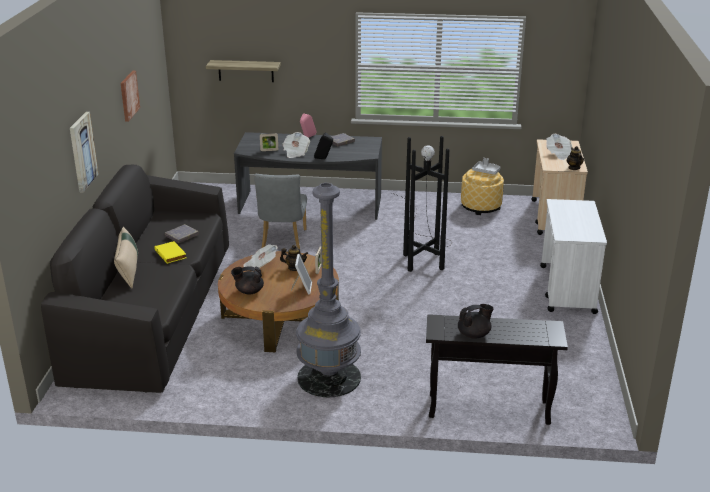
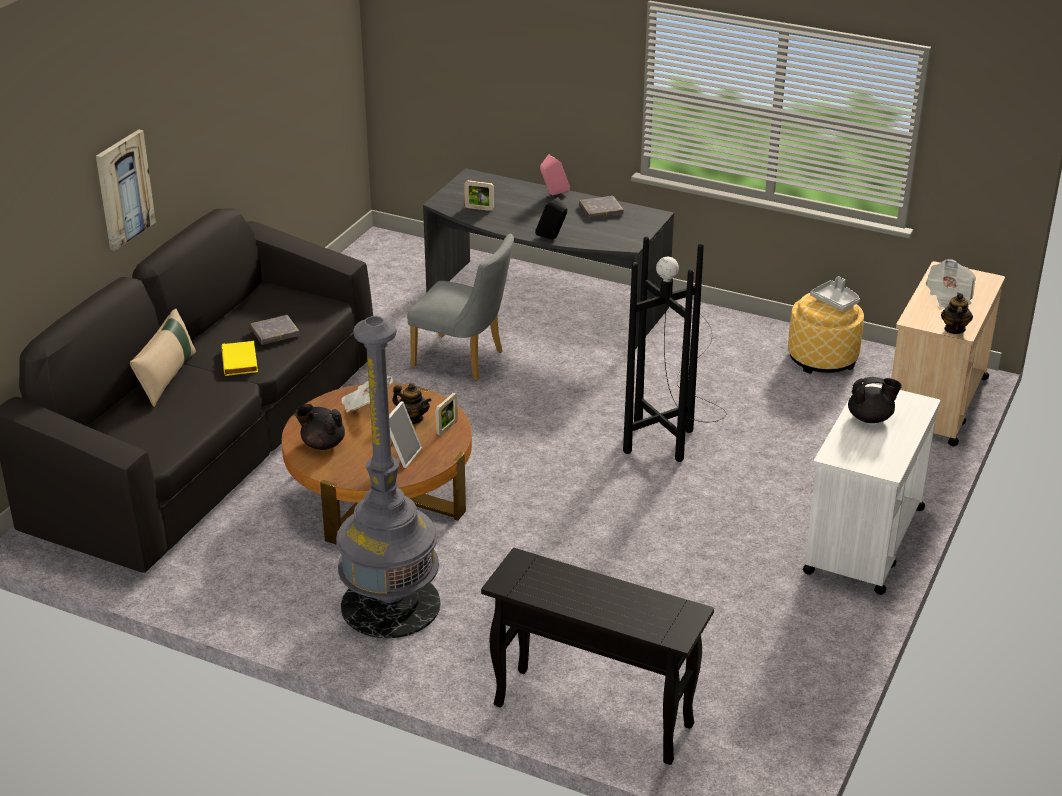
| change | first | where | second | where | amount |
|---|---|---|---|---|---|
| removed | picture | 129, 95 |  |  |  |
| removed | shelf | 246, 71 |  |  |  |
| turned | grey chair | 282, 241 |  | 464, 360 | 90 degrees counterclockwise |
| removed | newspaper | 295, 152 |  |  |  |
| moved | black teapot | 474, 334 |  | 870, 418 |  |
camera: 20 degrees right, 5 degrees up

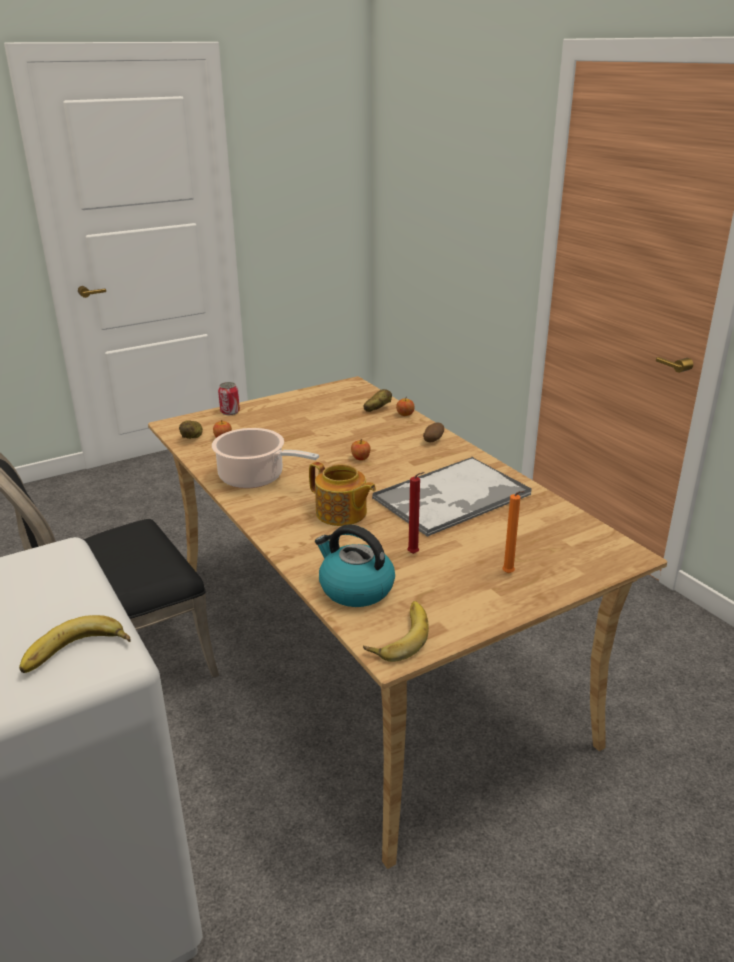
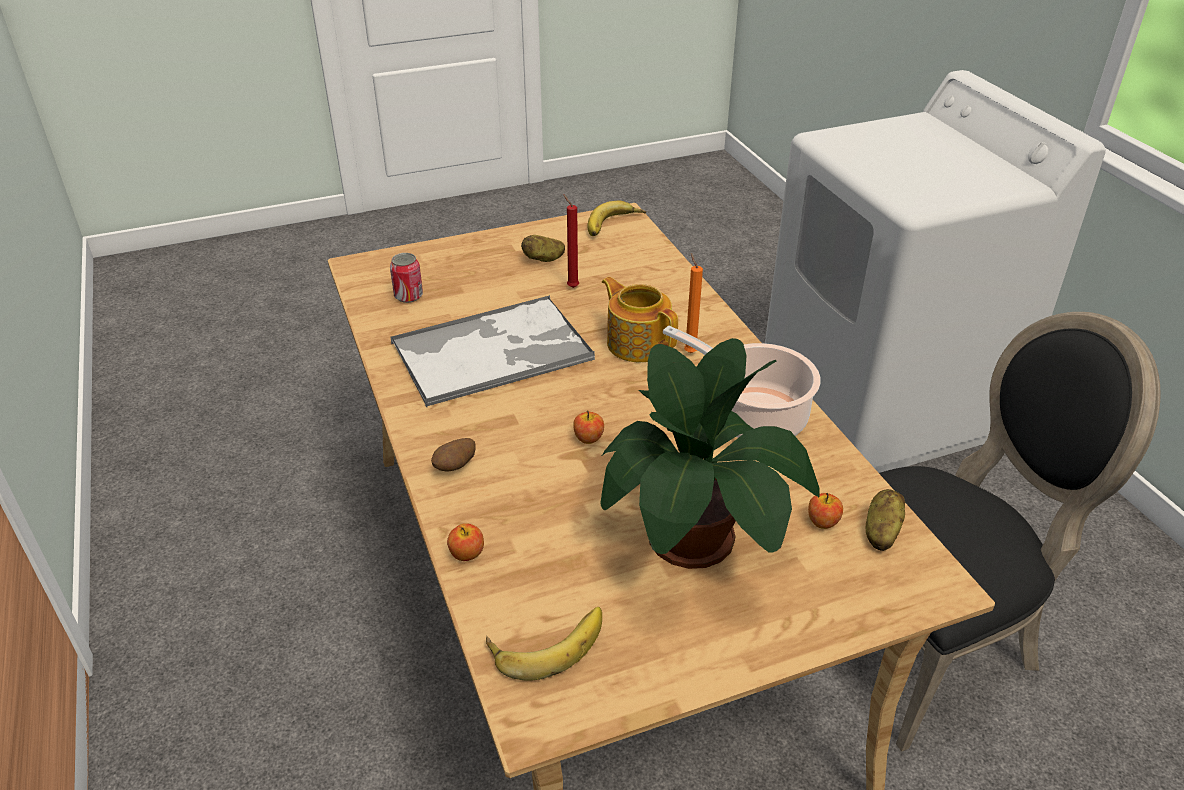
| change | first | where | second | where | amount |
|---|---|---|---|---|---|
| moved | banana | 77, 655 |  | 547, 642 |  |
| moved | can | 230, 412 |  | 408, 296 |  |
| removed | kettle | 355, 589 |  |  |  |
| moved | potato | 377, 409 |  | 543, 259 |  |
| moved | orange candle | 509, 574 |  | 689, 351 |  |
| added |  |  | potted plant | 694, 542 |  |
camera: 170 degrees left, 10 degrees up

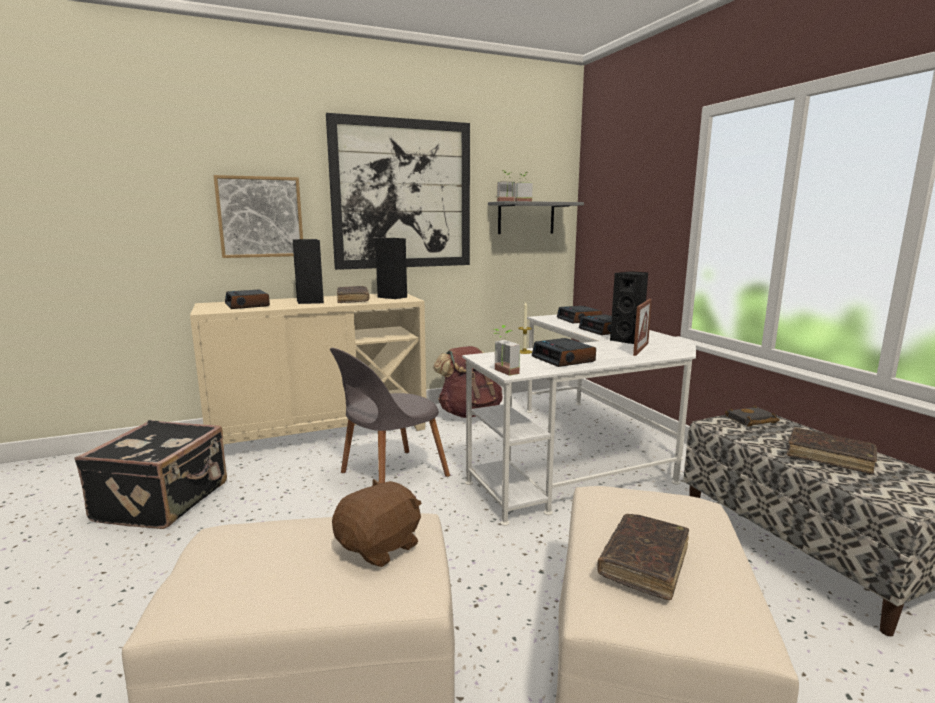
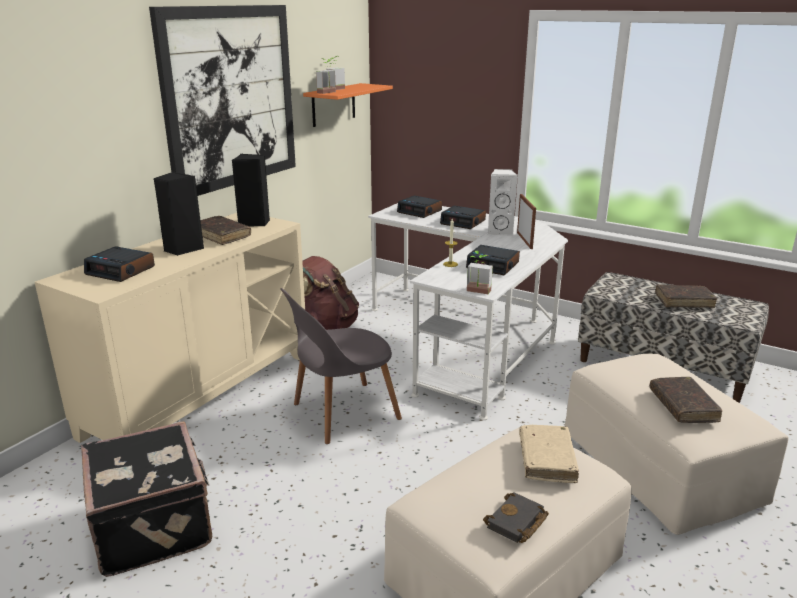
| change | first | where | second | where | amount |
|---|---|---|---|---|---|
| removed | picture | 260, 217 |  |  |  |
| turned | grey chair | 390, 476 |  | 341, 413 | 45 degrees clockwise |
| replaced | brown plush toy | 380, 547 | beige book | 546, 460 |  |
| recoloured | grey shelf | 526, 218 | orange shelf | 333, 105 |  |
| recoloured | black speaker | 628, 340 | white speaker | 500, 231 |  |
| moved | black book | 751, 421 |  | 516, 523 |  |
camera: 35 degrees left, 10 degrees up

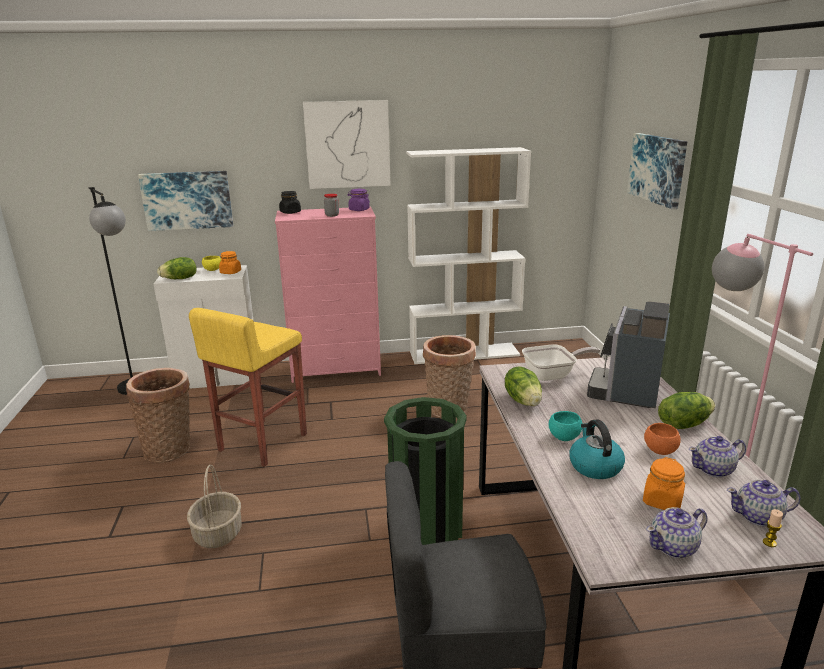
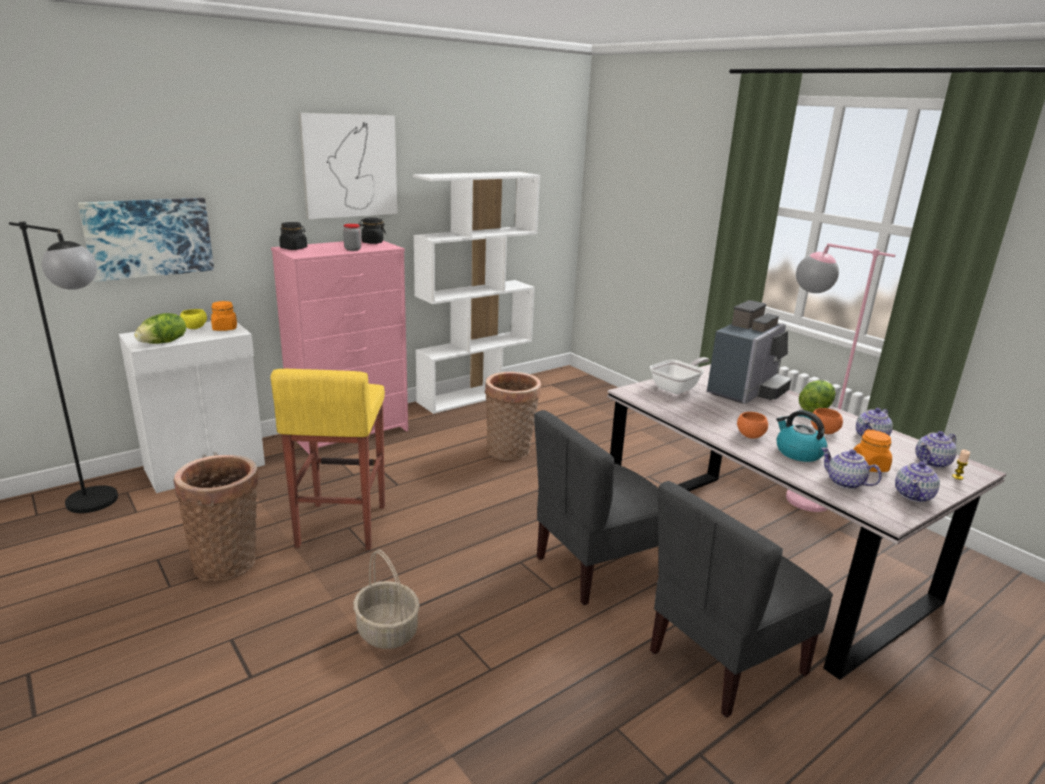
| change | first | where | second | where | amount |
|---|---|---|---|---|---|
| recoloured | purple jar | 359, 210 | black jar | 372, 242 |  |
| replaced | green trash can | 426, 534 | grey chair | 597, 568 |  |
| removed | lettuce | 523, 400 |  |  |  |
| recoloured | turquoise bowl | 564, 437 | orange bowl | 750, 435 |  |
| turned | coffee machine | 627, 390 |  | 746, 391 | 135 degrees counterclockwise |
| removed | picture | 658, 169 |  |  |  |
| added |  |  | teapot | 844, 483 |  |
camera: 30 degrees left, 0 degrees up

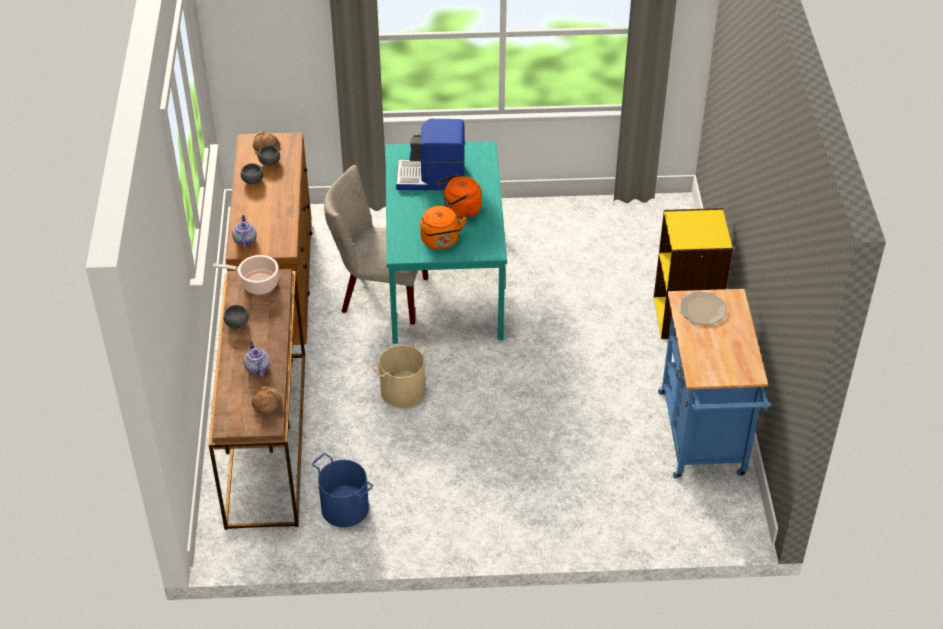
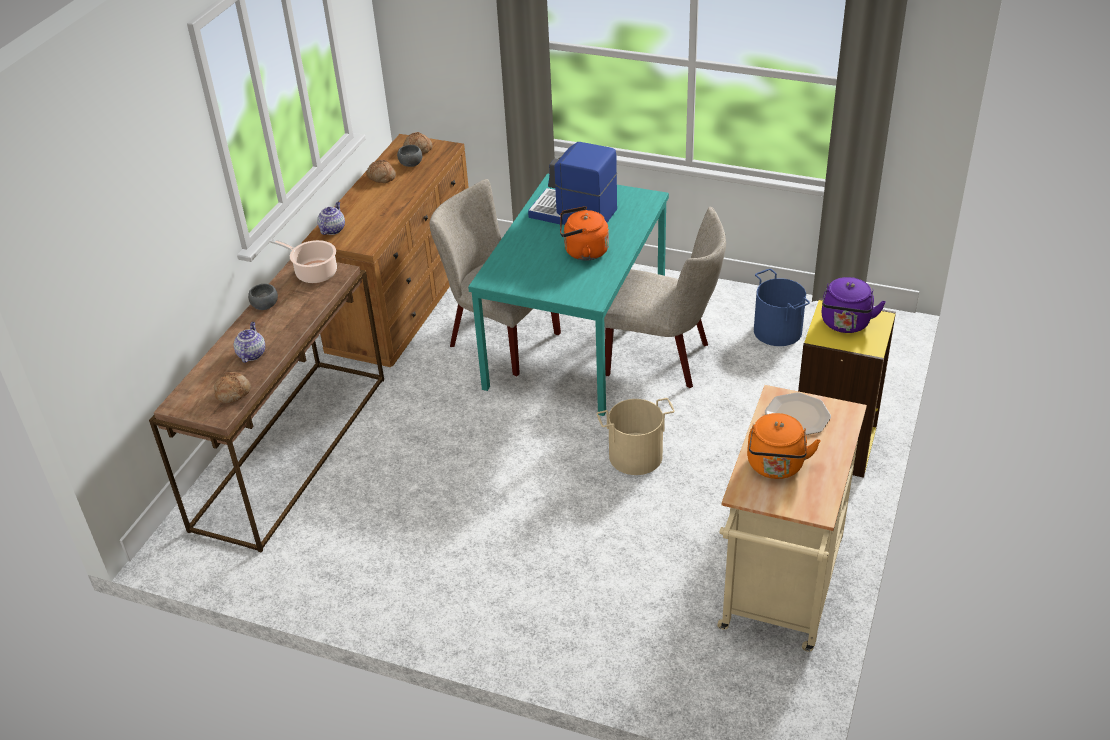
| change | first | where | second | where | amount |
|---|---|---|---|---|---|
| replaced | grey bowl | 252, 181 | bread | 381, 177 |  |
| moved | blue bucket | 344, 508 |  | 777, 331 |  |
| moved | beige bucket | 402, 390 |  | 635, 455 |  |
| moved | orange kettle | 441, 242 |  | 776, 467 |  |
| recoloured | blue cart | 703, 440 | beige cart | 780, 593 |  |
| added |  |  | beige chair | 664, 359 |  |
| added |  |  | purple kettle | 845, 324 |  |
camera: 25 degrees right, 5 degrees down

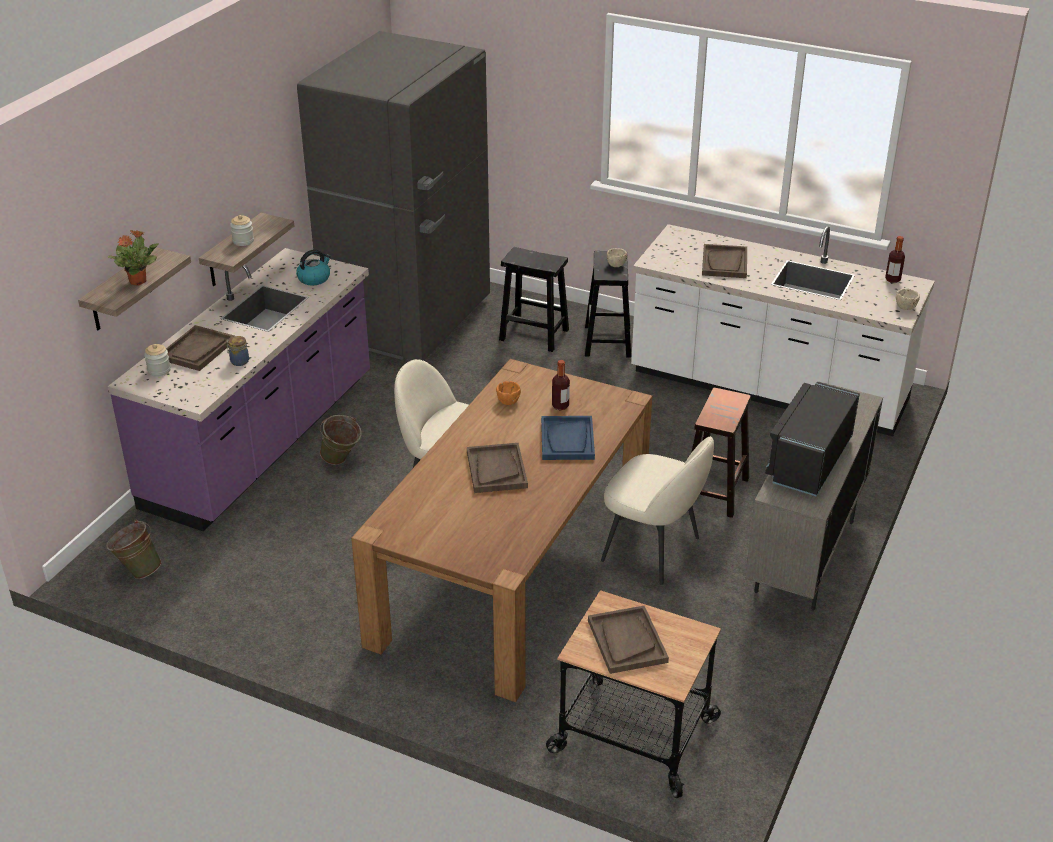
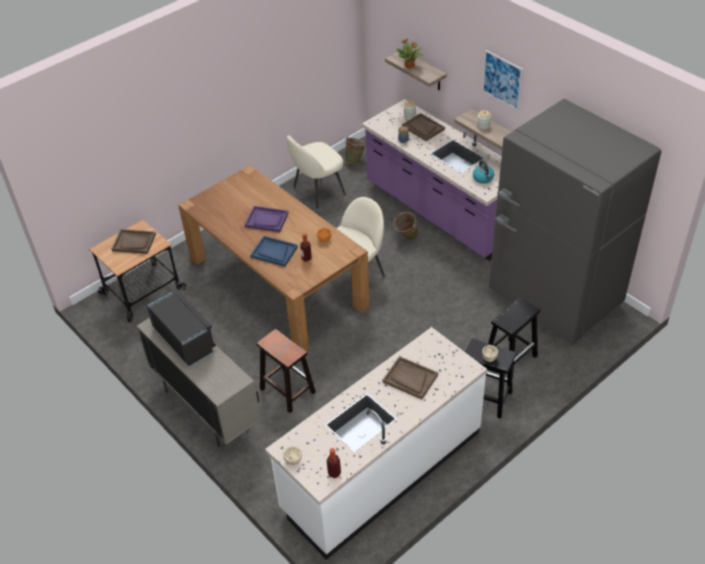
| change | first | where | second | where | amount |
|---|---|---|---|---|---|
| recoloured | brown tray | 496, 469 | purple tray | 267, 220 |  |
| moved | beige chair | 653, 550 |  | 317, 191 |  |
| added |  |  | picture | 502, 80 |  |
camera: 115 degrees right, 10 degrees up

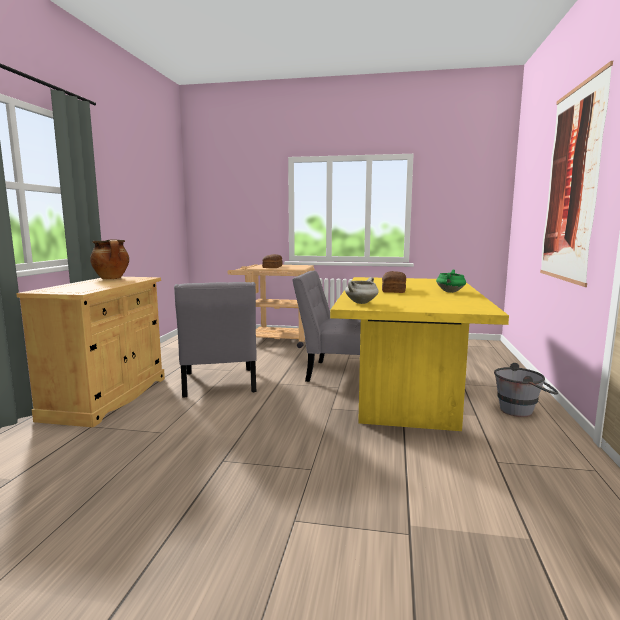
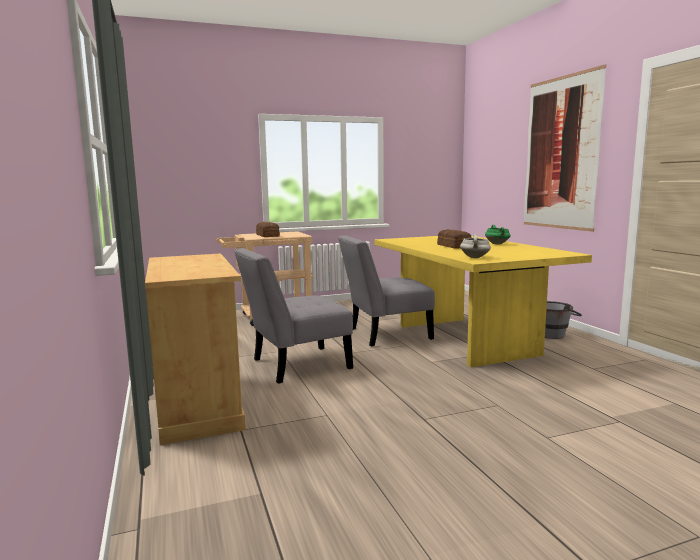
| change | first | where | second | where | amount |
|---|---|---|---|---|---|
| removed | cooking pot | 112, 278 |  |  |  |
| turned | grey chair | 219, 384 |  | 295, 365 | 105 degrees clockwise |
camera: 30 degrees left, 0 degrees up

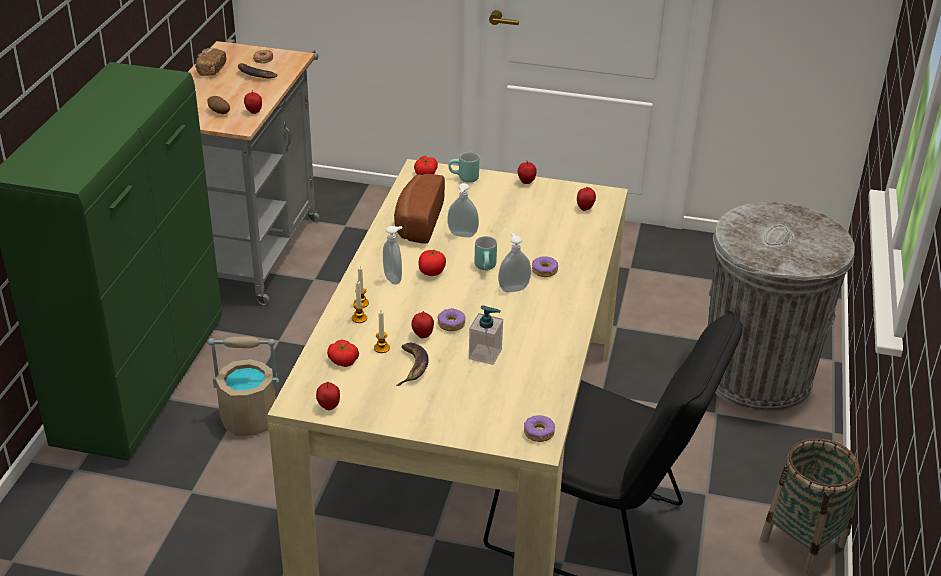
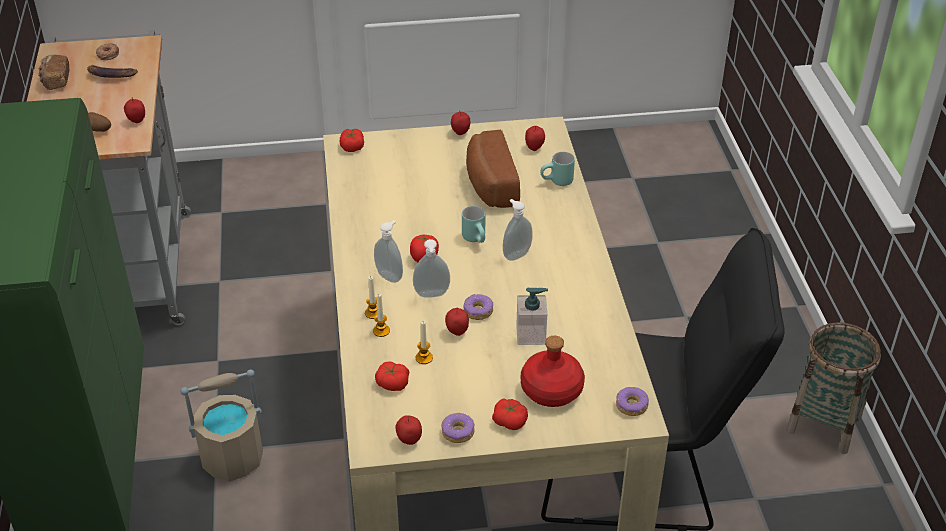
| change | first | where | second | where | amount |
|---|---|---|---|---|---|
| moved | bread | 417, 222 |  | 489, 185 |  |
| removed | banana | 412, 366 |  |  |  |
| moved | soap dispenser | 462, 235 |  | 432, 295 |  |
| moved | turquoise mug | 464, 179 |  | 557, 182 |  |
| moved | donut | 544, 271 |  | 458, 432 |  |
| removed | grey trash can | 756, 375 |  |  |  |
| added |  |  | tomato | 509, 421 |  |
| added |  |  | red bottle | 550, 389 |  |
camera: 20 degrees left, 5 degrees up

